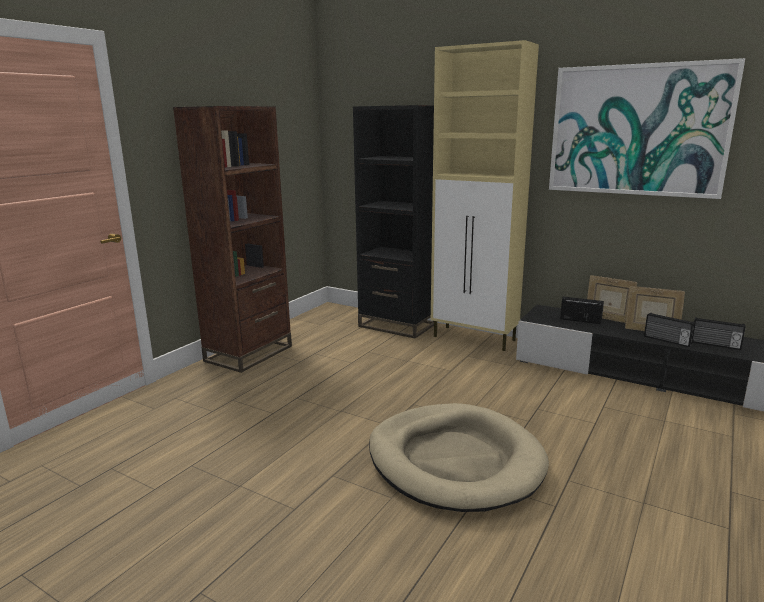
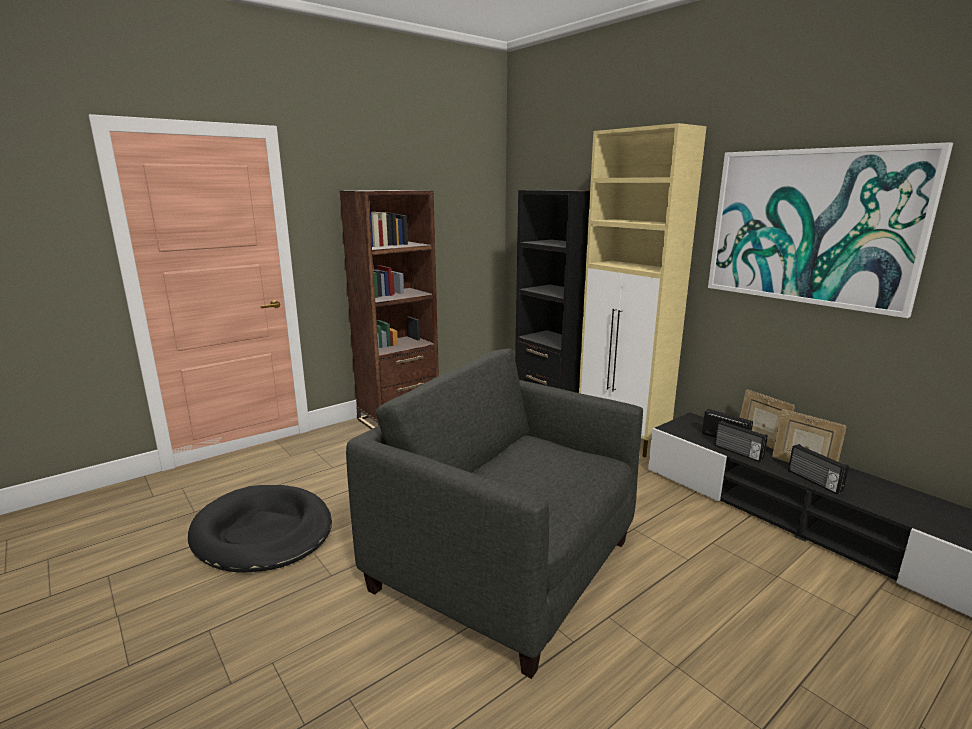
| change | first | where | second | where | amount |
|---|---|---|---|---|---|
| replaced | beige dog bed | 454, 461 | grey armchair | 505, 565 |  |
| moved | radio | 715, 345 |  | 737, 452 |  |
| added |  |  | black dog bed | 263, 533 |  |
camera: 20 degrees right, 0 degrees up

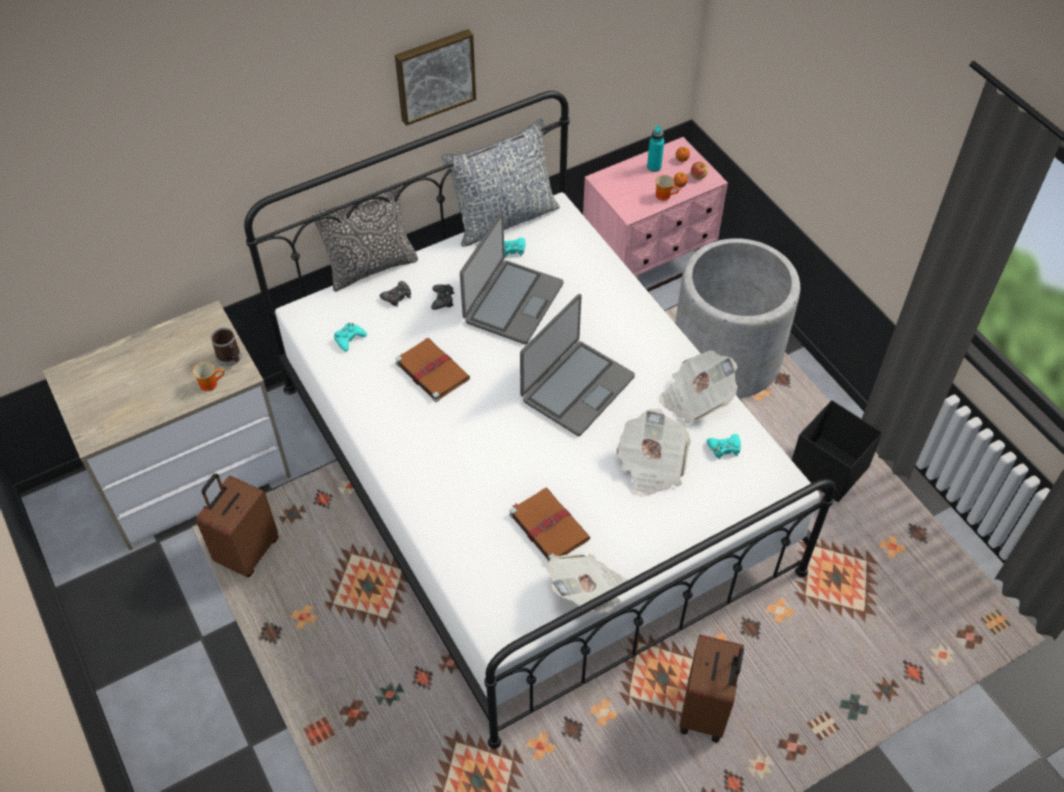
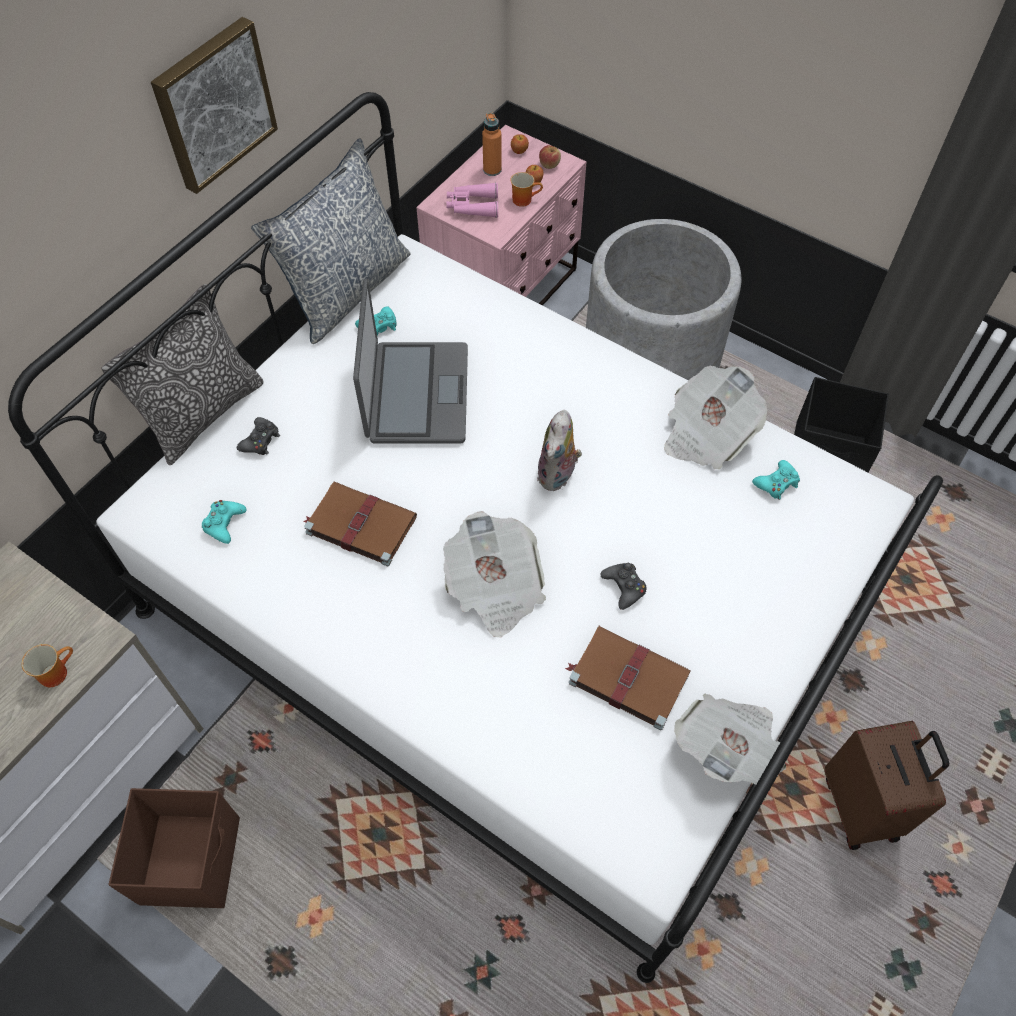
| change | first | where | second | where | amount |
|---|---|---|---|---|---|
| replaced | brown suitcase | 247, 551 | brown storage box | 192, 859 |  |
| removed | mug | 230, 358 |  |  |  |
| moved | black game controller | 443, 300 |  | 624, 587 |  |
| replaced | laptop | 576, 388 | plush toy | 558, 475 |  |
| moved | newspaper | 651, 465 |  | 495, 588 |  |
| recoloured | turquoise bottle | 654, 167 | orange bottle | 492, 170 |  |
| added |  |  | pink binoculars | 472, 206 |  |
camera: 25 degrees left, 5 degrees up

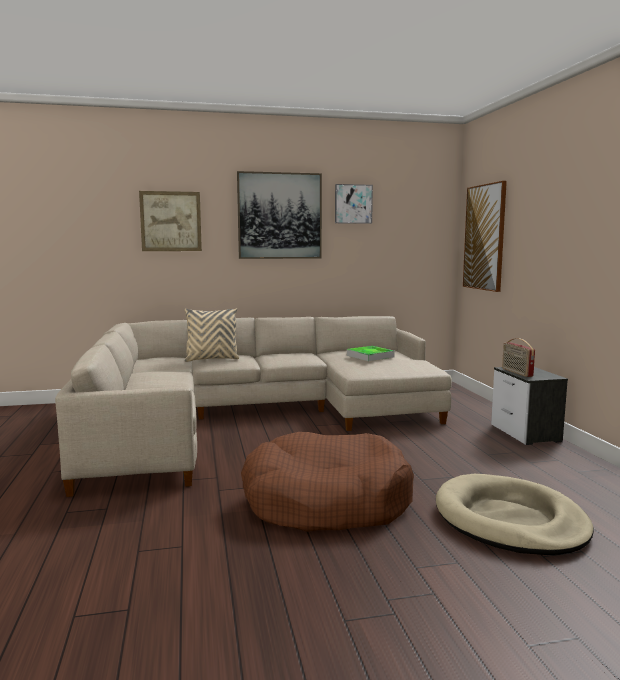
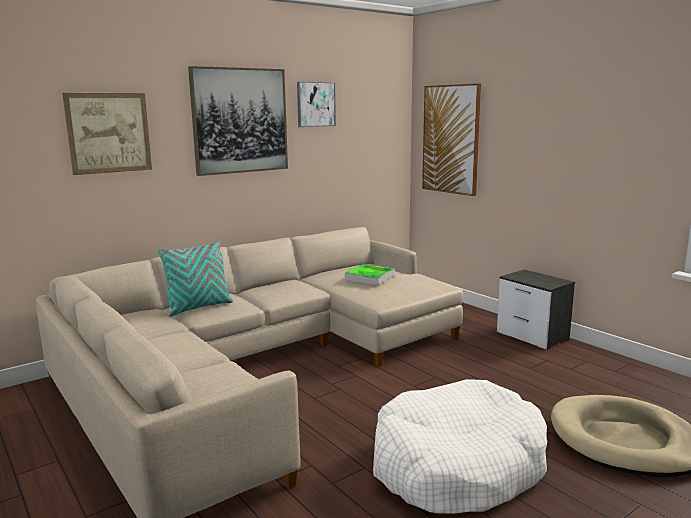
| change | first | where | second | where | amount |
|---|---|---|---|---|---|
| recoloured | beige pillow | 212, 359 | turquoise pillow | 198, 307 |  |
| recoloured | brown dog bed | 326, 501 | white dog bed | 457, 465 |  |
| removed | radio | 516, 372 |  |  |  |
camera: 25 degrees left, 5 degrees up

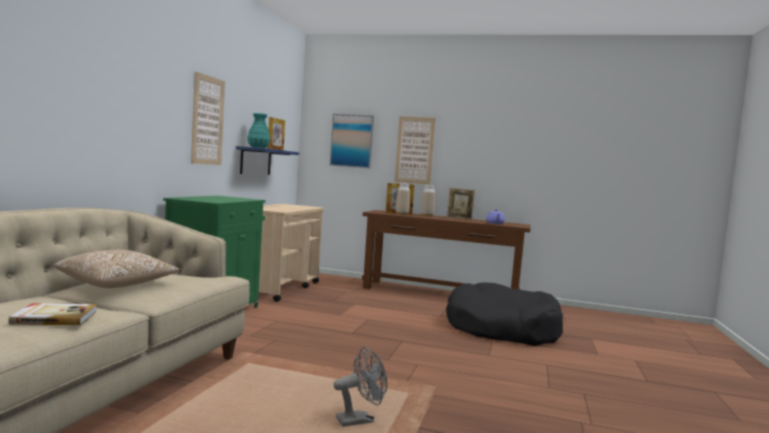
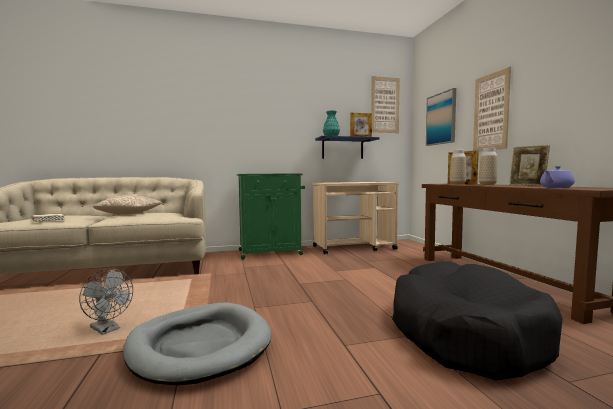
| change | first | where | second | where | amount |
|---|---|---|---|---|---|
| moved | picture | 207, 120 |  | 385, 105 |  |
| added |  |  | grey dog bed | 200, 345 |  |
camera: 60 degrees right, 0 degrees up

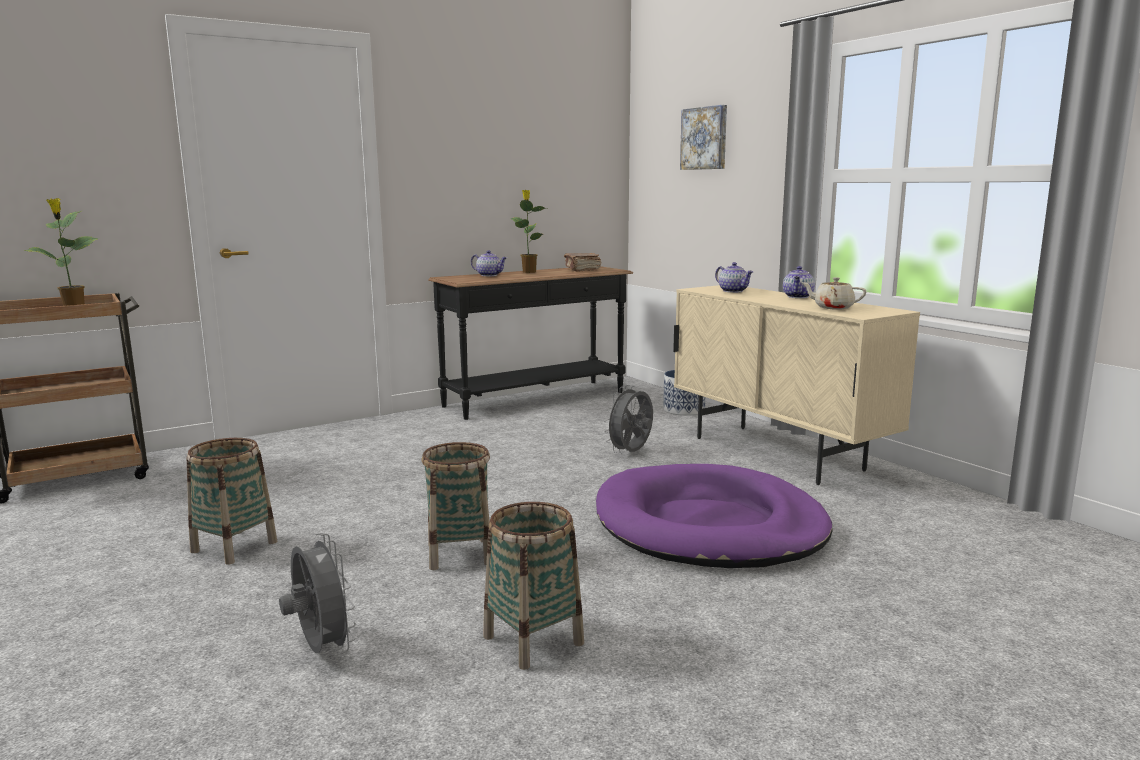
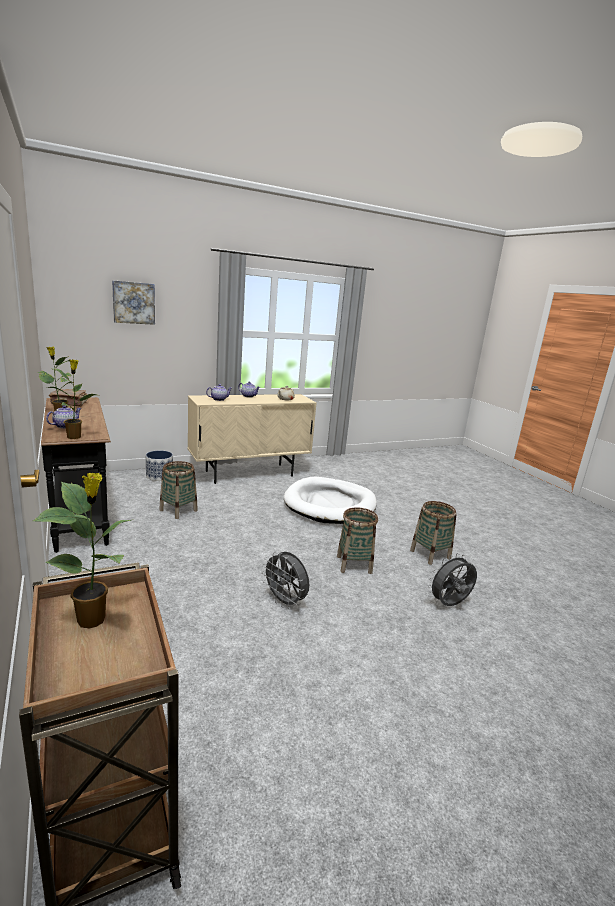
| change | first | where | second | where | amount |
|---|---|---|---|---|---|
| moved | basket | 234, 547 |  | 178, 510 |  |
| recoloured | purple dog bed | 709, 525 | white dog bed | 330, 504 |  |
| moved | grey fan | 631, 453 |  | 285, 602 |  |
| added |  |  | potted plant | 75, 437 |  |
camera: 85 degrees left, 5 degrees up

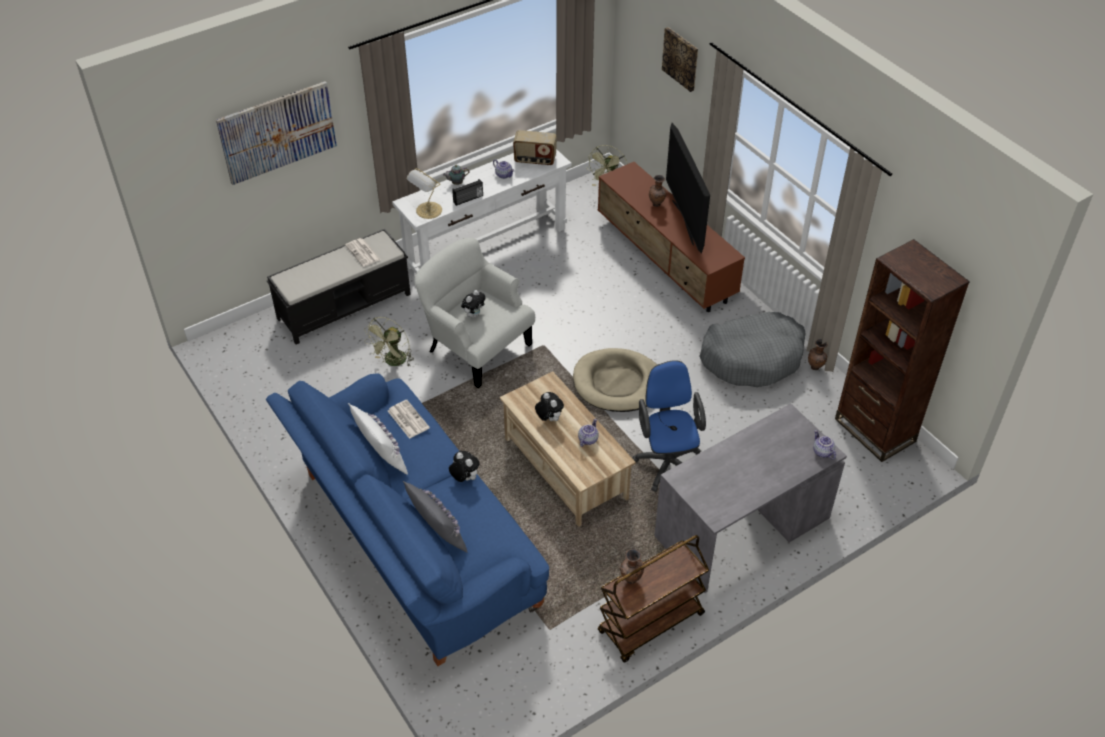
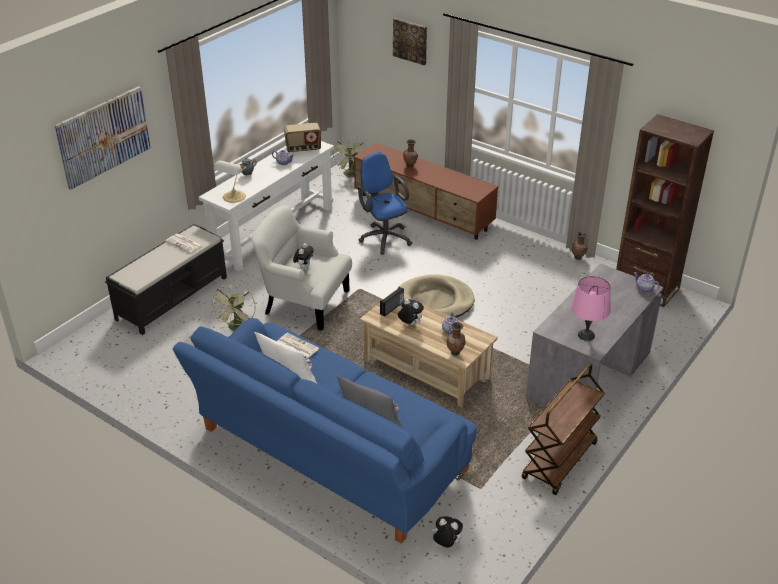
| change | first | where | second | where | amount |
|---|---|---|---|---|---|
| moved | plush toy | 464, 478 |  | 446, 543 |  |
| moved | radio | 468, 199 |  | 392, 308 |  |
| moved | brown vase | 631, 580 |  | 455, 353 |  |
| moved | blue office chair | 667, 461 |  | 384, 237 |  |
| removed | television | 684, 222 |  |  |  |
| removed | grey dog bed | 752, 358 |  |  |  |
| added |  |  | pink table lamp | 586, 335 |  |
camera: 20 degrees left, 10 degrees down

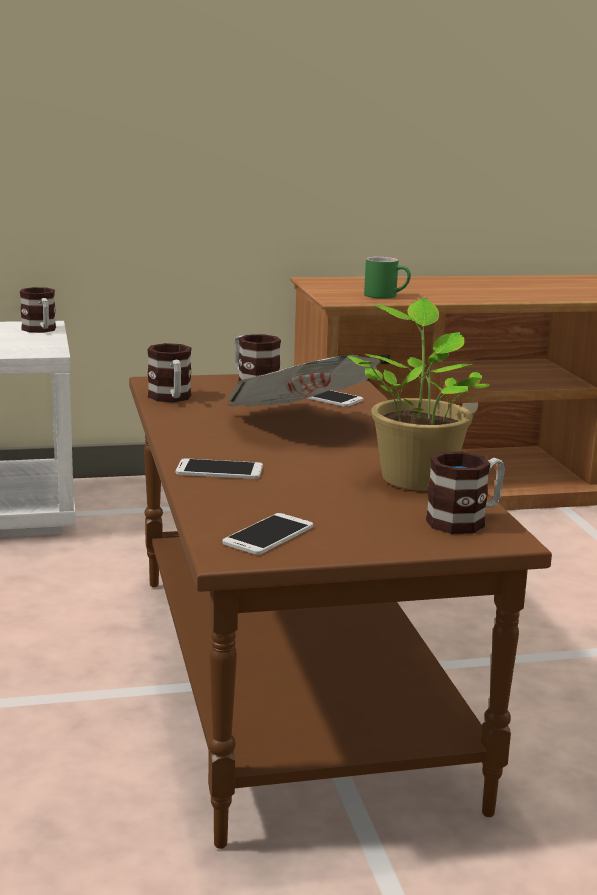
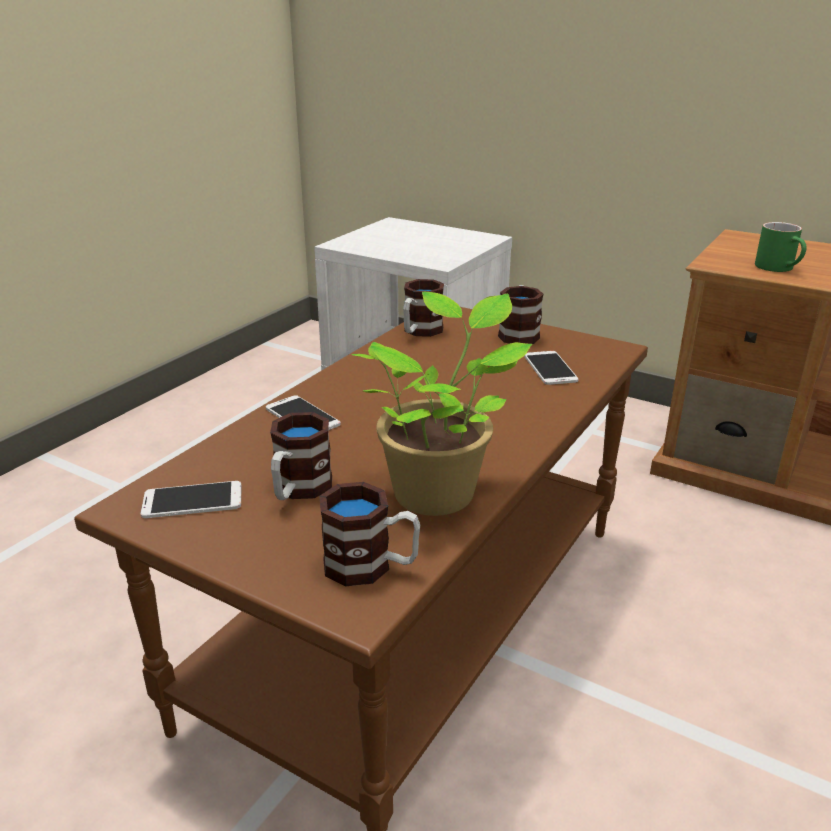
| change | first | where | second | where | amount |
|---|---|---|---|---|---|
| moved | mug | 40, 330 |  | 298, 490 |  |
| removed | newspaper | 300, 424 |  |  |  |
camera: 45 degrees right, 10 degrees up

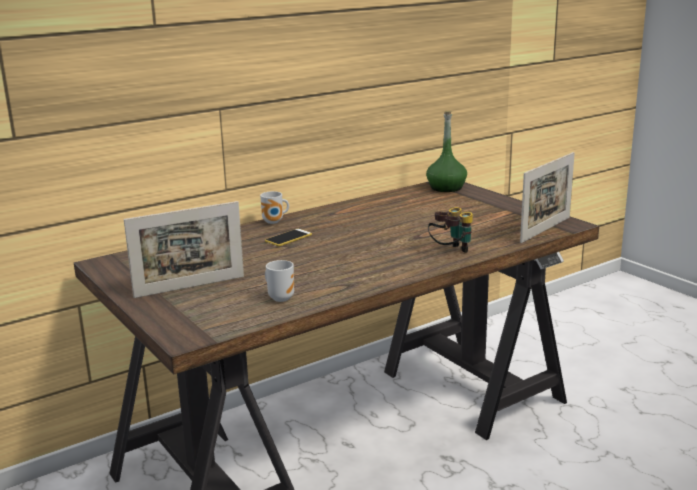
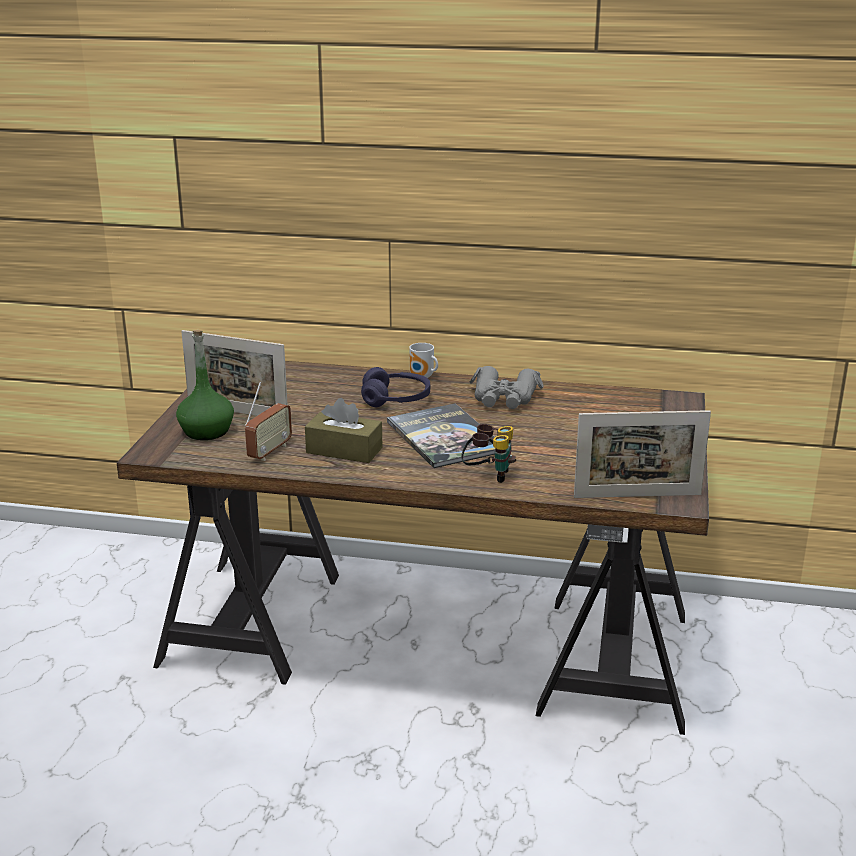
| change | first | where | second | where | amount |
|---|---|---|---|---|---|
| replaced | phone | 288, 238 | purple headphones | 396, 399 |  |
| replaced | mug | 280, 298 | radio | 269, 451 |  |
| moved | green bottle | 446, 188 |  | 206, 431 |  |
| added |  |  | brown tissue box | 344, 450 |  |
| added |  |  | book | 445, 437 |  |
| added |  |  | grey binoculars | 504, 398 |  |
camera: 45 degrees right, 5 degrees up

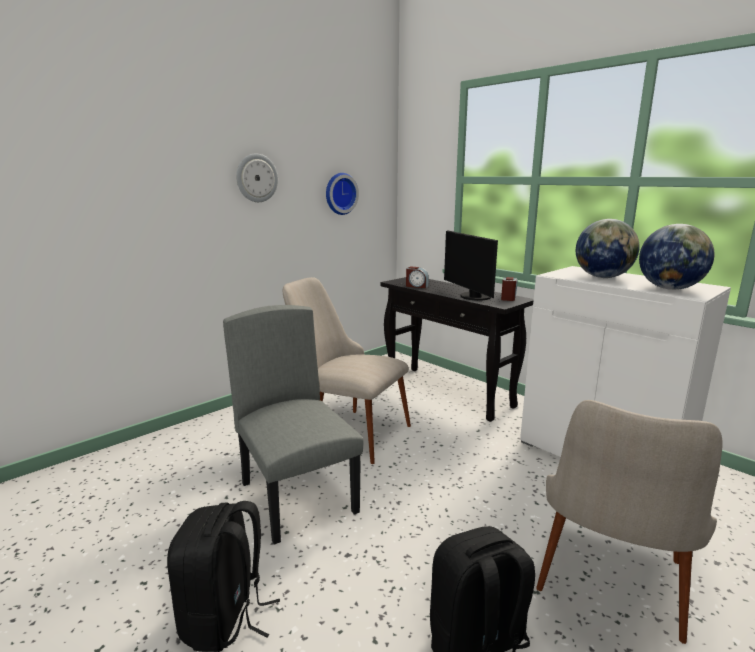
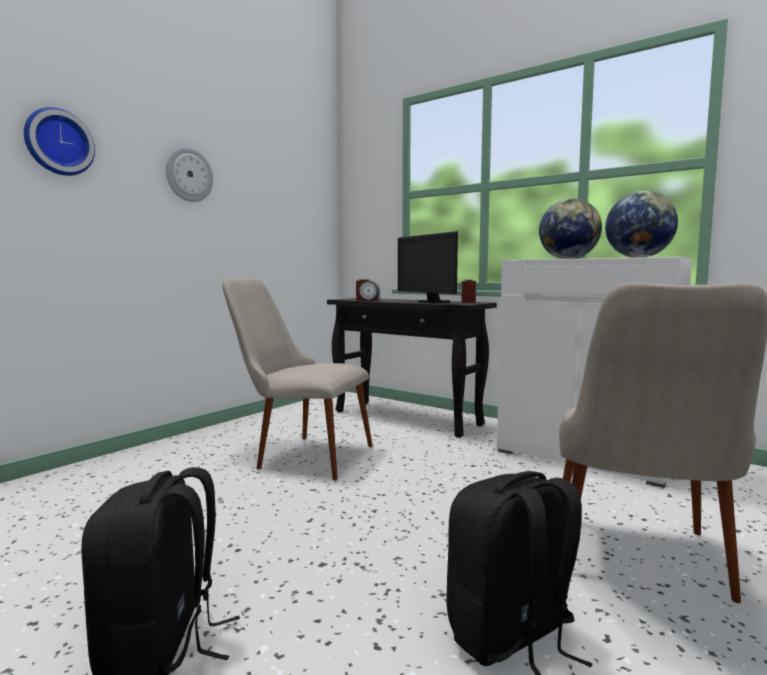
| change | first | where | second | where | amount |
|---|---|---|---|---|---|
| removed | grey chair | 299, 497 |  |  |  |
| moved | wall clock | 339, 193 |  | 58, 143 |  |
camera: 10 degrees left, 10 degrees down

